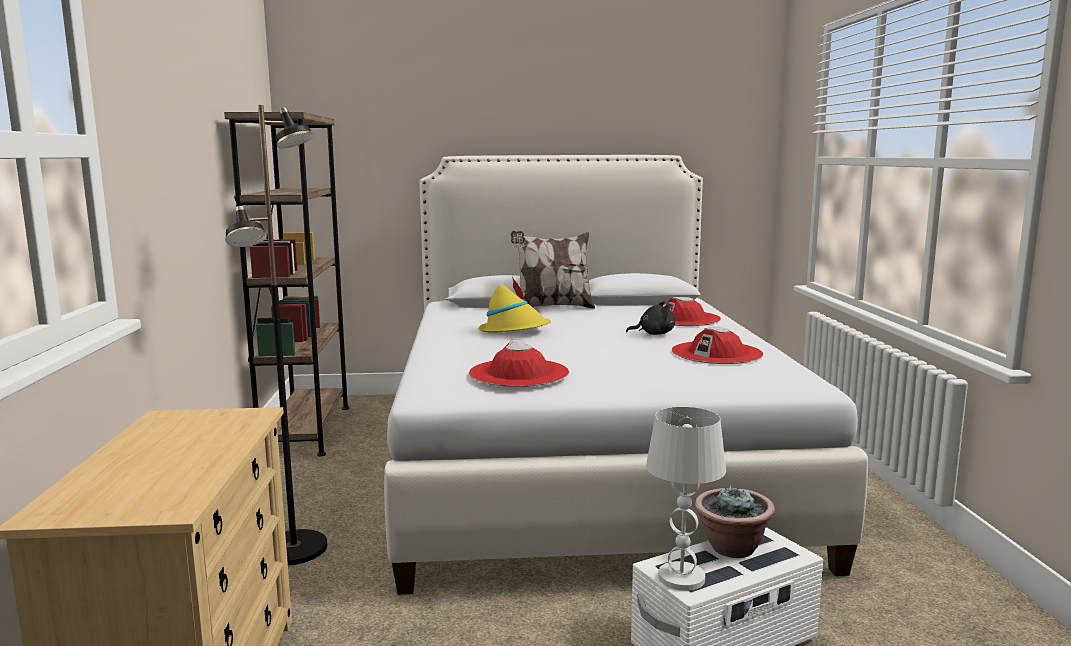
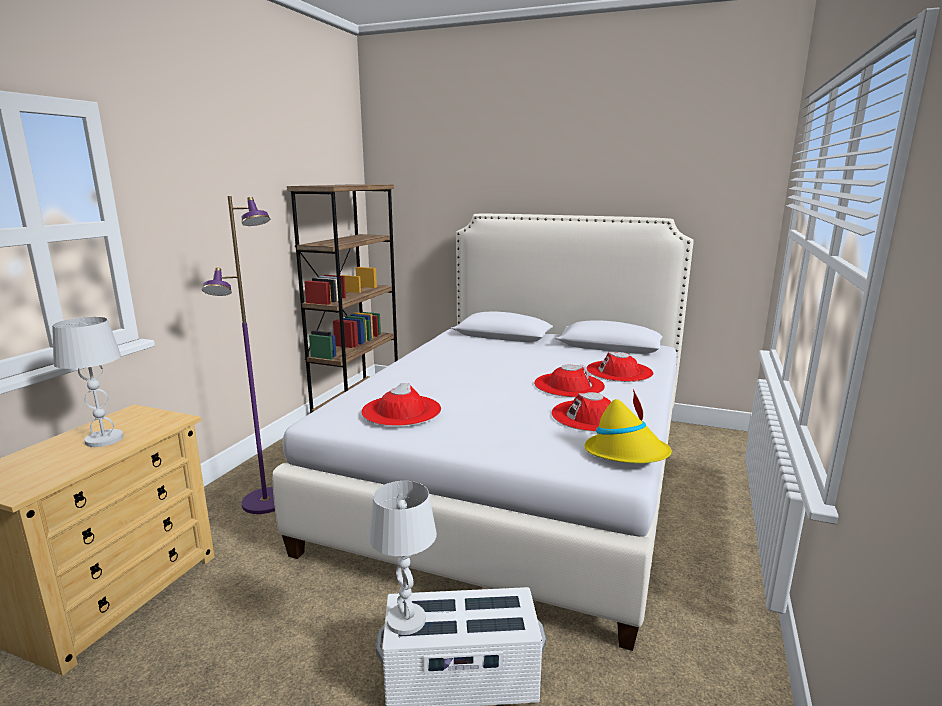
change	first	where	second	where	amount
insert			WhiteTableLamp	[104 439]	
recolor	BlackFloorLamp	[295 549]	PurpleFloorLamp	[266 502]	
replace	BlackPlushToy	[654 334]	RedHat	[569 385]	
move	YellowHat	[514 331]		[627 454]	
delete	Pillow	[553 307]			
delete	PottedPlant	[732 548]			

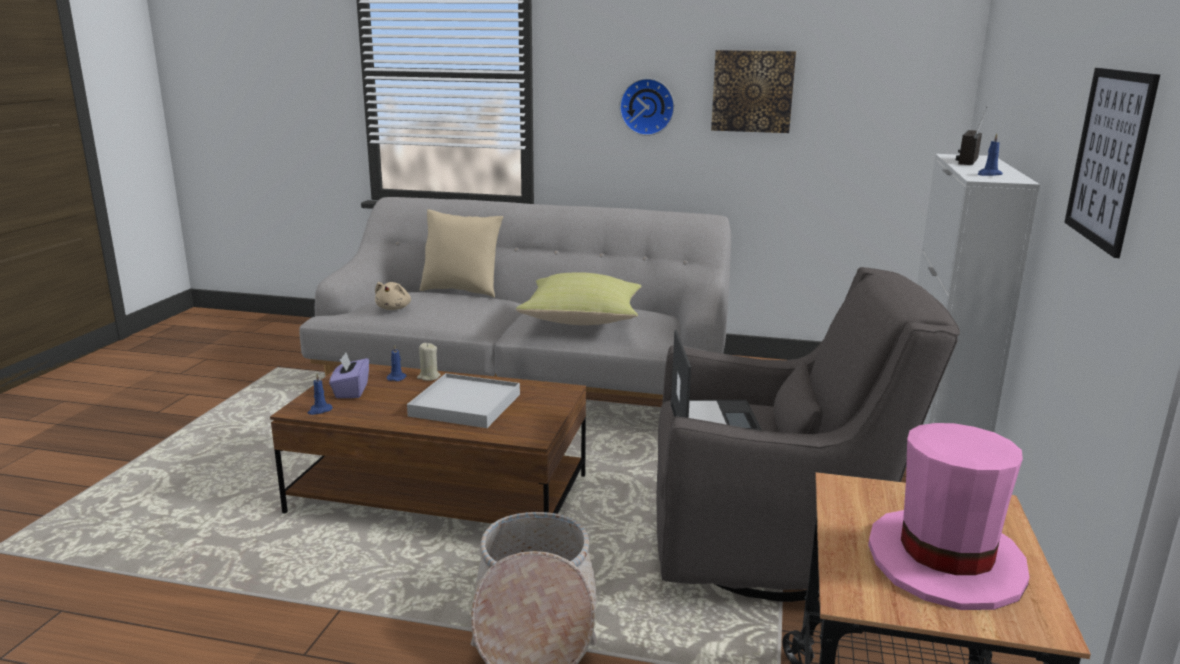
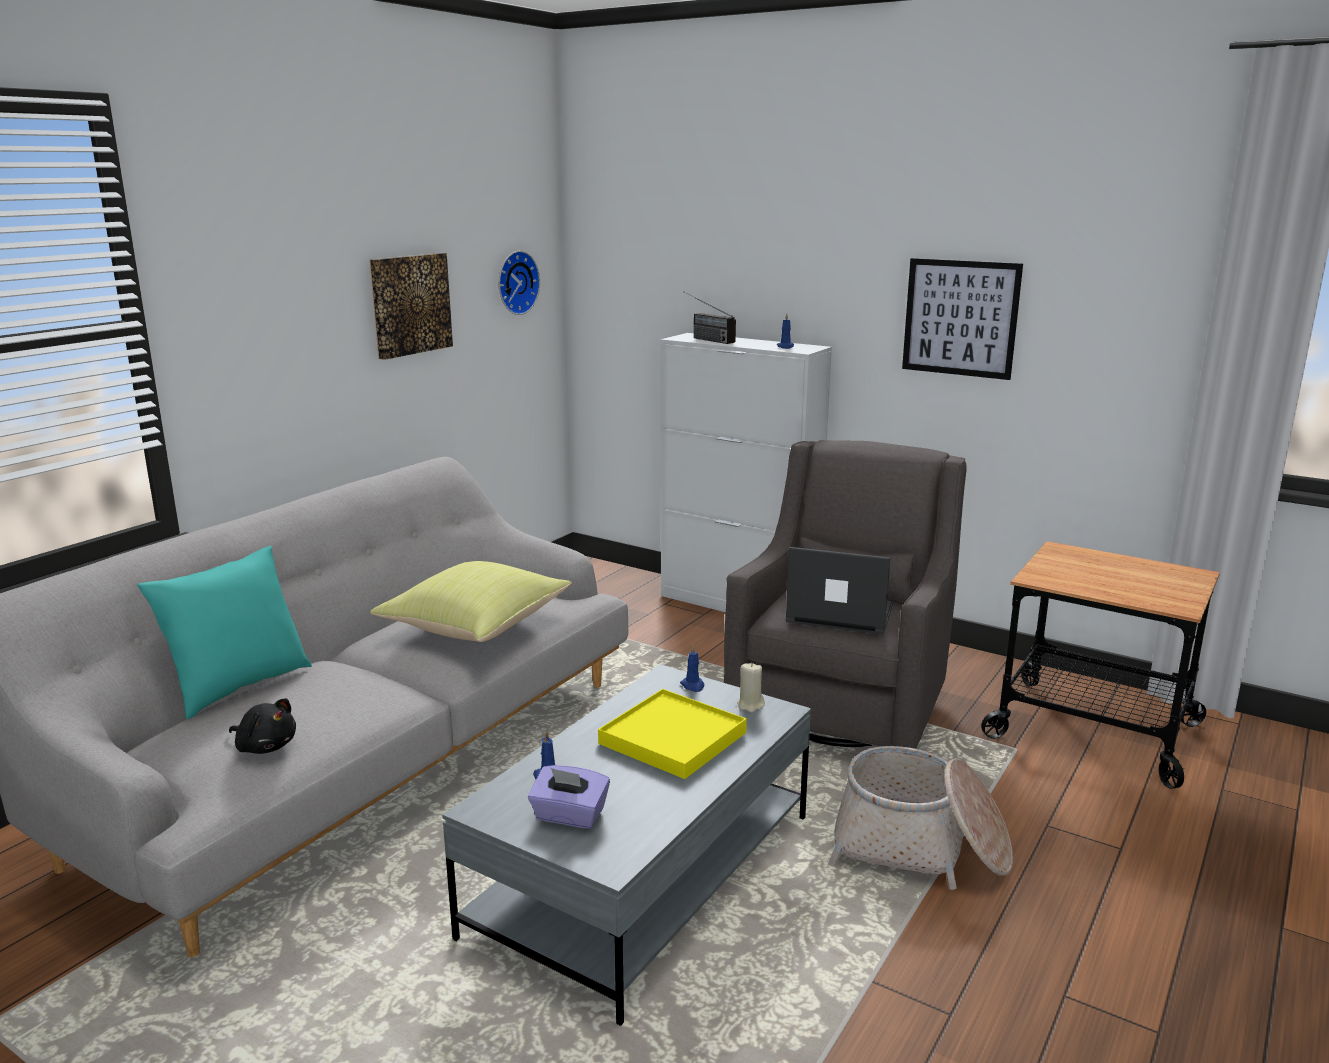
change	first	where	second	where	amount
recolor	BeigePillow	[461 291]	TurquoisePillow	[238 687]	
recolor	BeigePlushToy	[394 308]	BlackPlushToy	[265 746]	
recolor	BrownCoffeeTable	[441 494]	GreyCoffeeTable	[643 874]	
move	WallClock	[647 106]		[515 282]	
recolor	WhiteTray	[465 405]	YellowTray	[672 738]	
move	BlueCandle	[319 410]		[693 686]	
move	BeigeCandle	[428 377]		[750 705]	
delete	PinkHat	[945 561]			

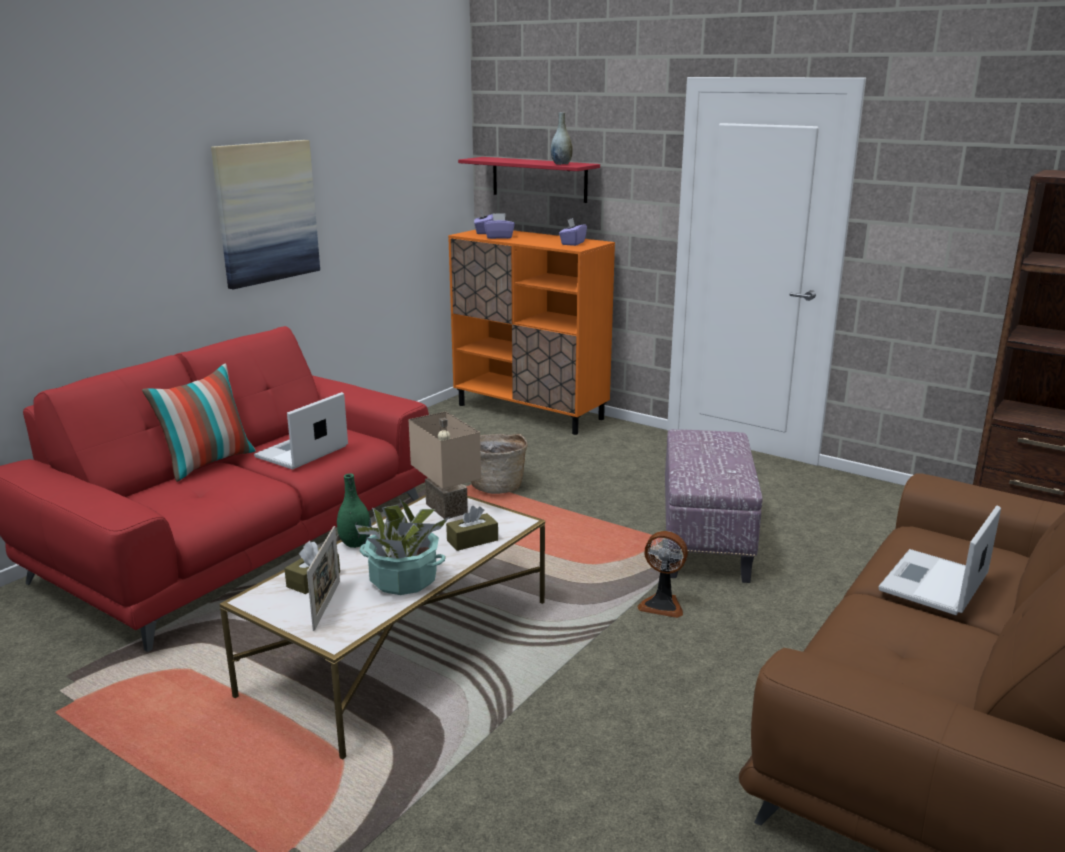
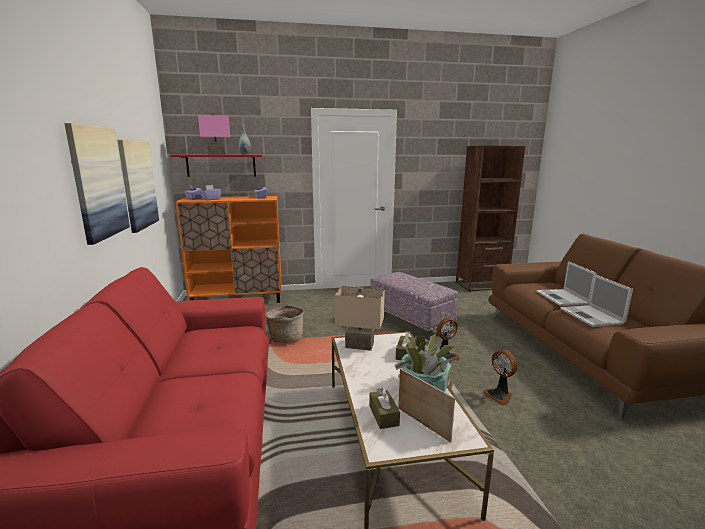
change	first	where	second	where	amount
insert			Picture	[137 184]	
insert			PinkTableLamp	[216 154]	
insert			Fan	[499 395]	
move	Laptop	[301 452]		[592 316]	
delete	Pillow	[208 463]			
delete	GreenVase	[355 543]			

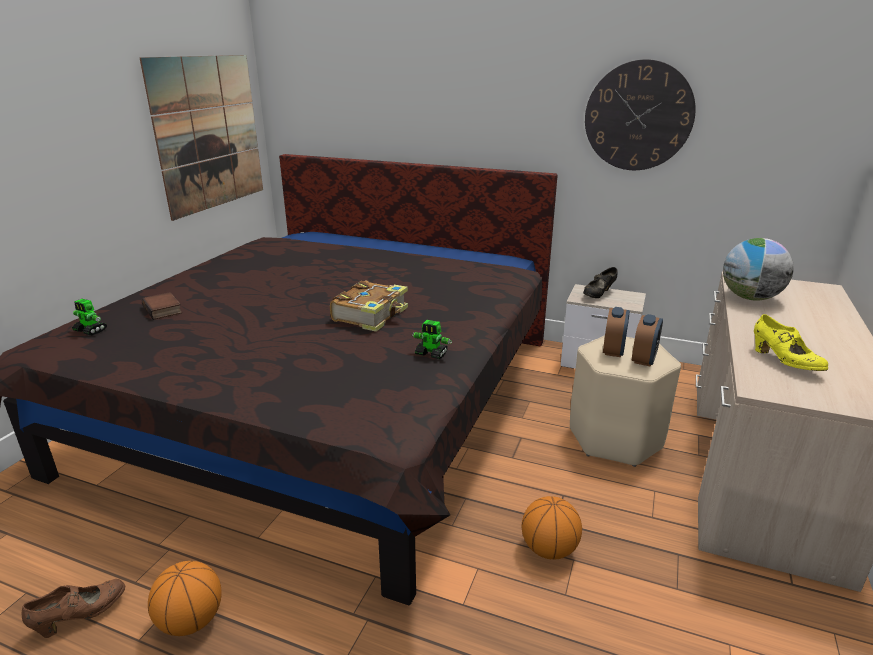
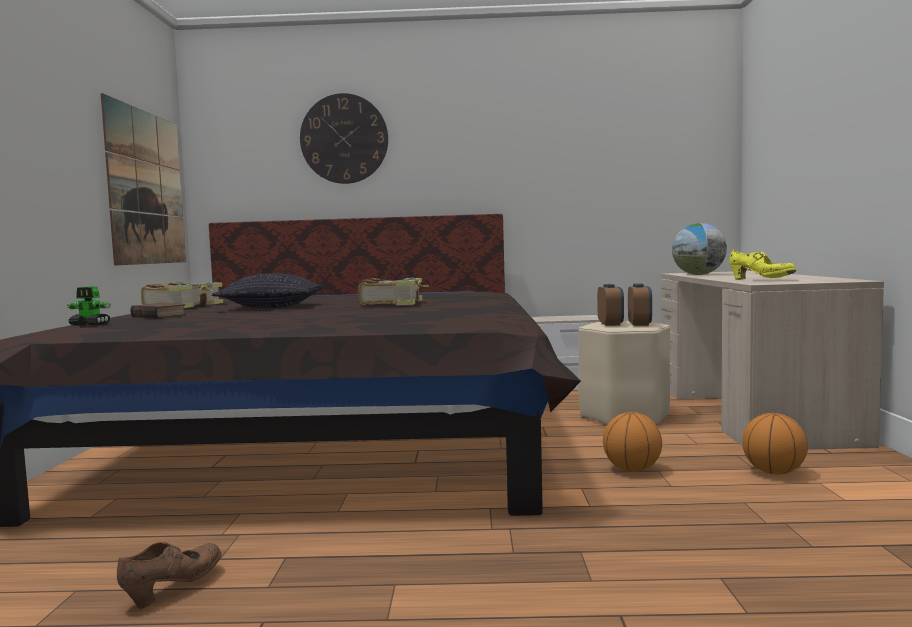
change	first	where	second	where	amount
insert			Book	[185 306]	
insert			Pillow	[273 307]	
move	WallClock	[638 116]		[344 139]	
move	Basketball	[191 621]		[774 472]	
delete	ToyRobot	[431 354]			
delete	BlackShoe	[598 295]			

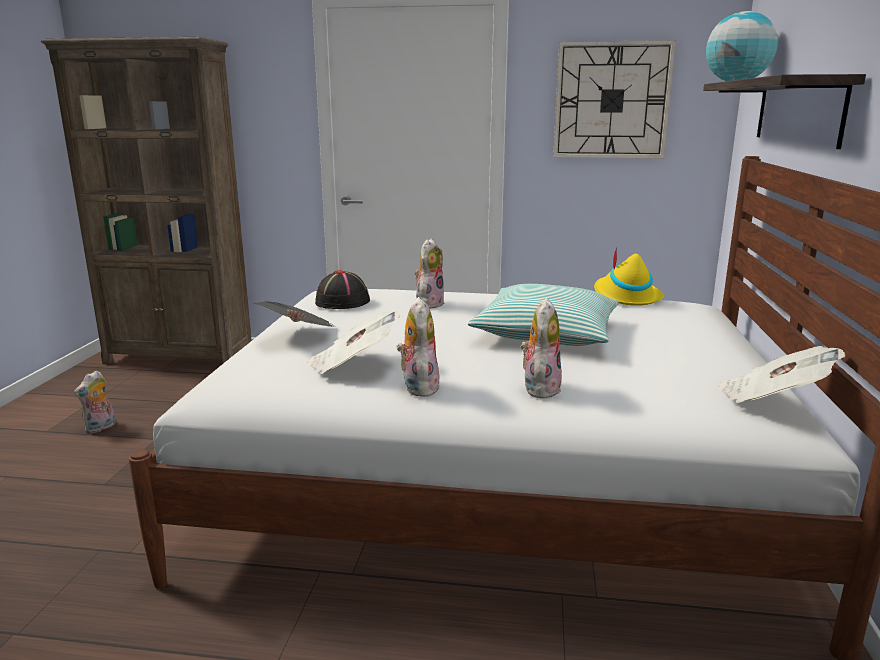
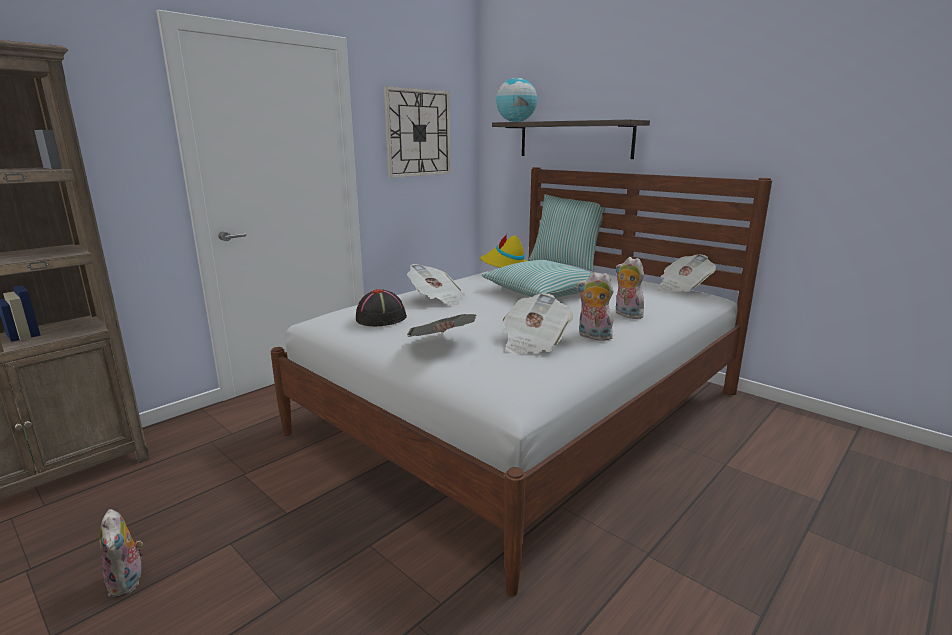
change	first	where	second	where	amount
replace	PlushToy	[429 304]	Newspaper	[437 300]	
insert			Pillow	[565 263]	

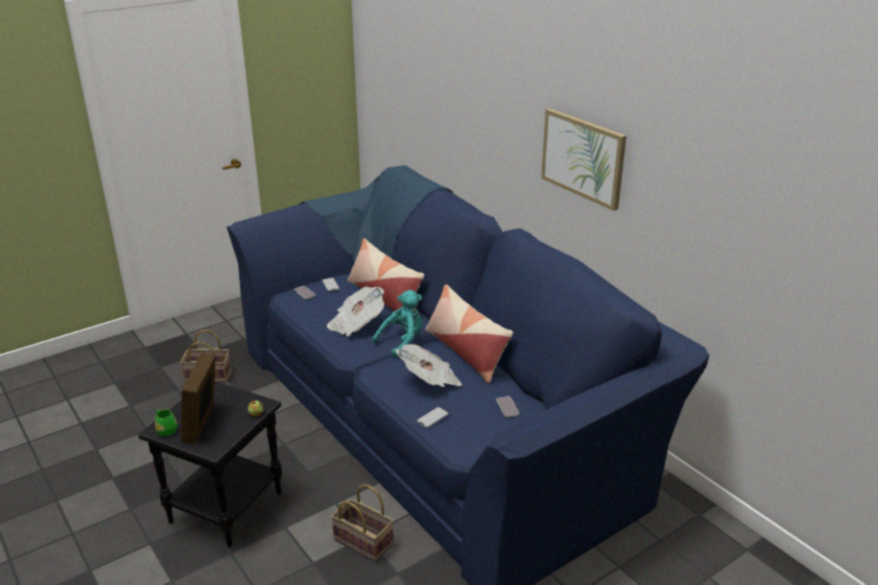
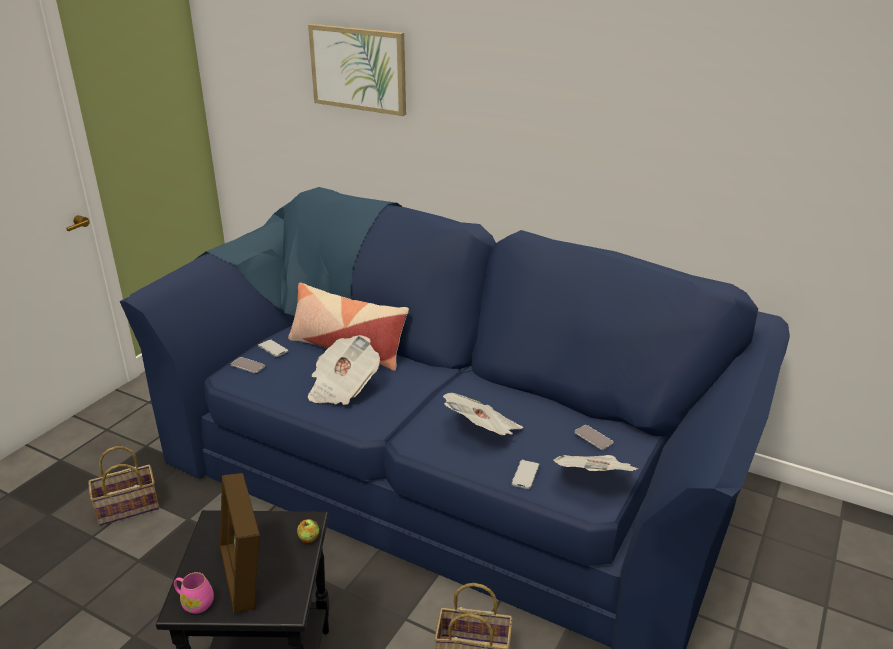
change	first	where	second	where	amount
recolor	GreenMug	[165 429]	PinkMug	[194 603]	
move	Picture	[583 157]		[358 69]	
insert			Newspaper	[594 480]	
delete	TurquoisePlushToy	[402 342]			
delete	Pillow	[466 352]			

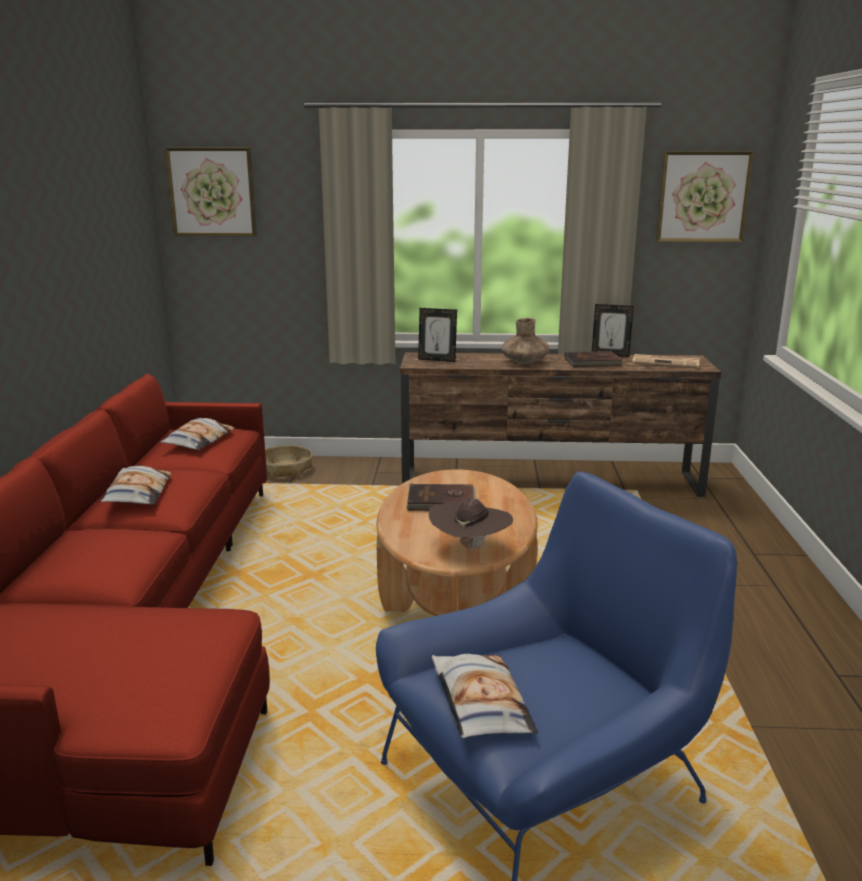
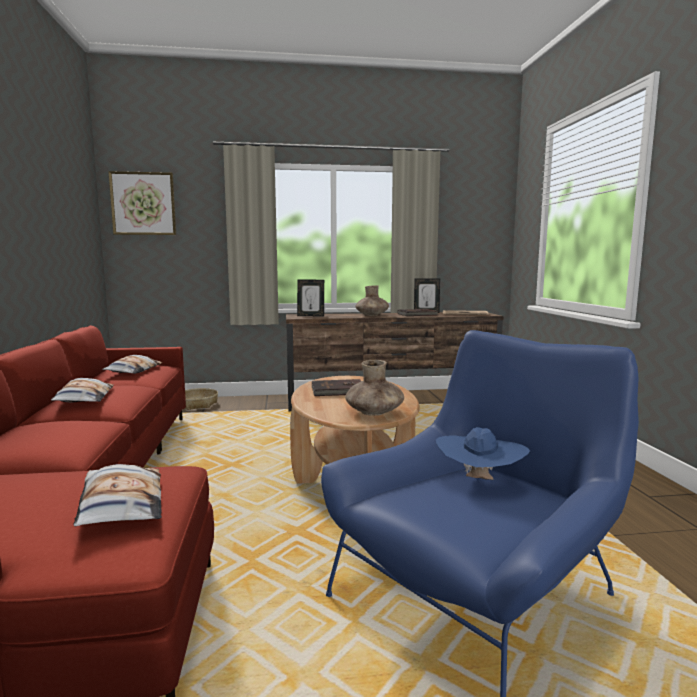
change	first	where	second	where	amount
move	Pillow	[480 703]		[121 504]	
replace	BrownHat	[470 548]	BrownVase	[374 412]	
insert			BlueHat	[479 481]	
delete	Picture	[703 197]			

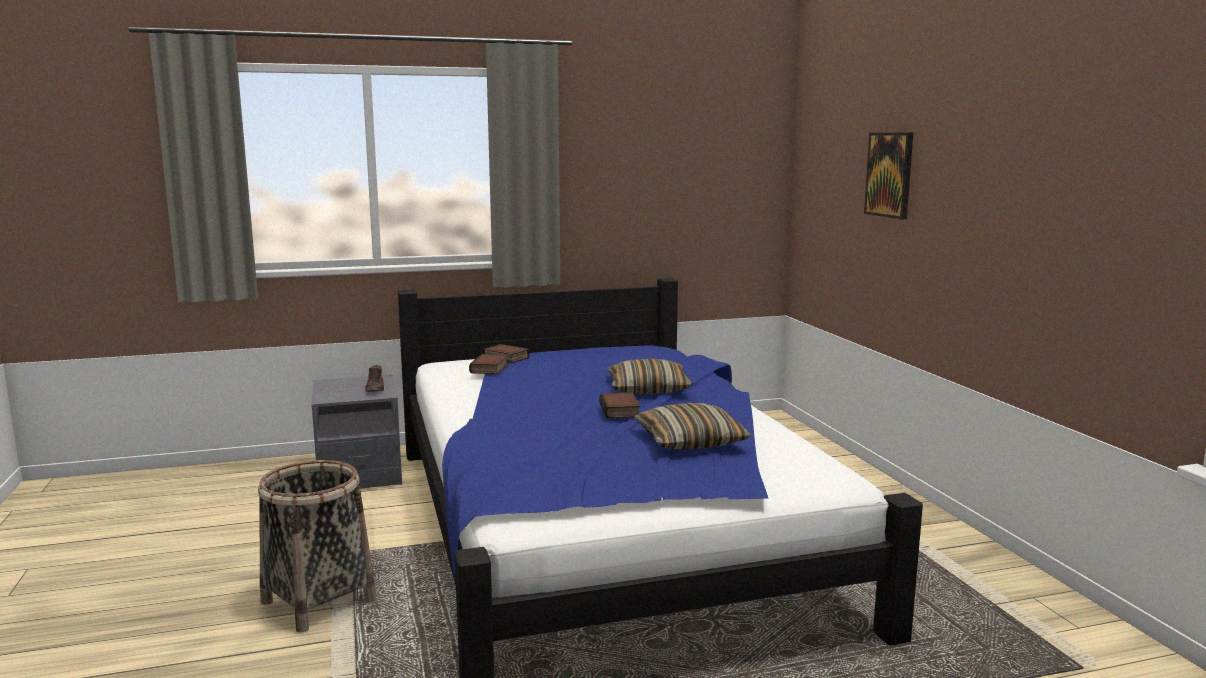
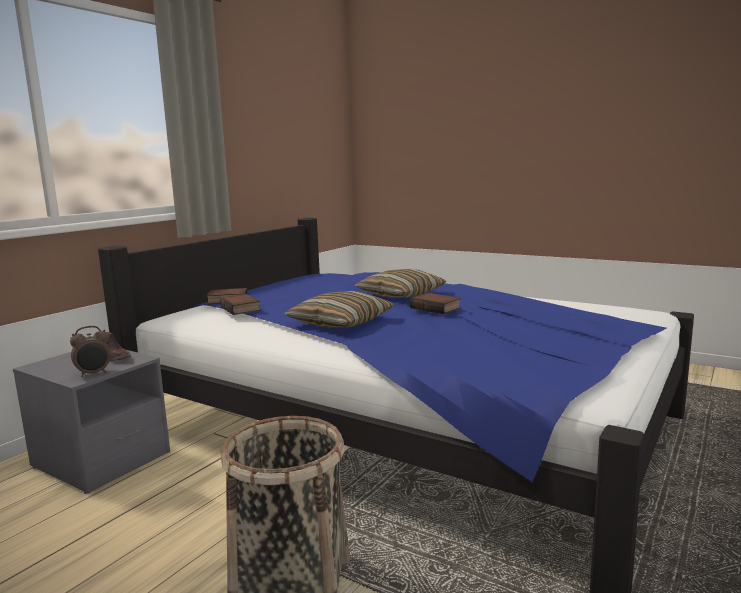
change	first	where	second	where	amount
insert			AlarmClock	[94 374]	
move	Pillow	[690 441]		[340 322]	
delete	Picture	[889 174]			

